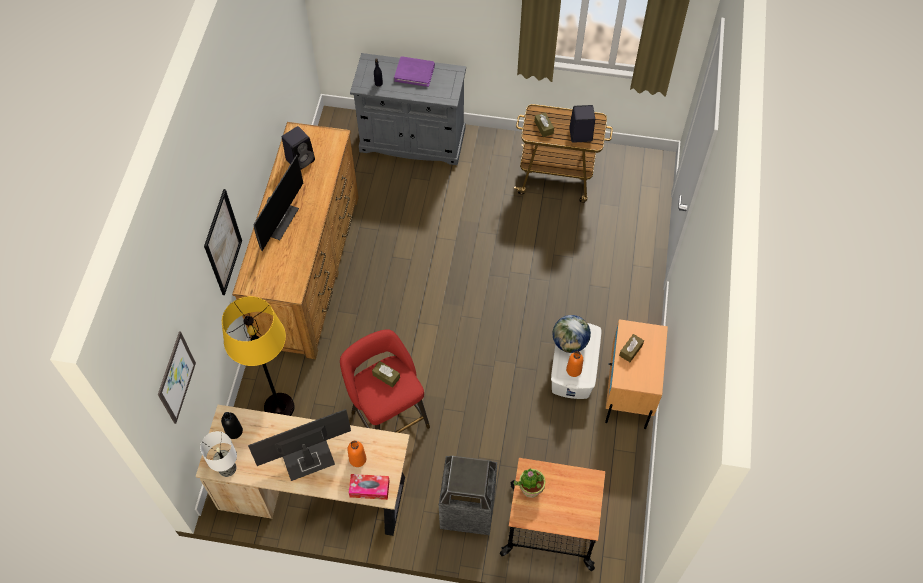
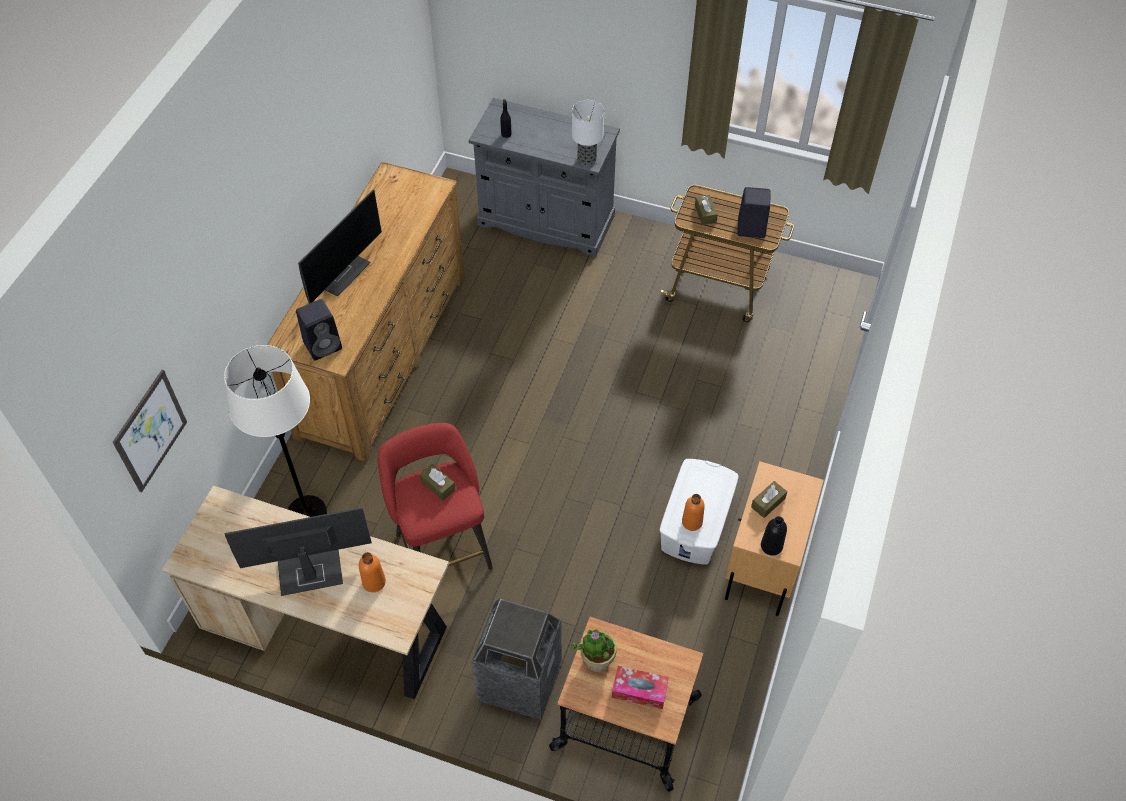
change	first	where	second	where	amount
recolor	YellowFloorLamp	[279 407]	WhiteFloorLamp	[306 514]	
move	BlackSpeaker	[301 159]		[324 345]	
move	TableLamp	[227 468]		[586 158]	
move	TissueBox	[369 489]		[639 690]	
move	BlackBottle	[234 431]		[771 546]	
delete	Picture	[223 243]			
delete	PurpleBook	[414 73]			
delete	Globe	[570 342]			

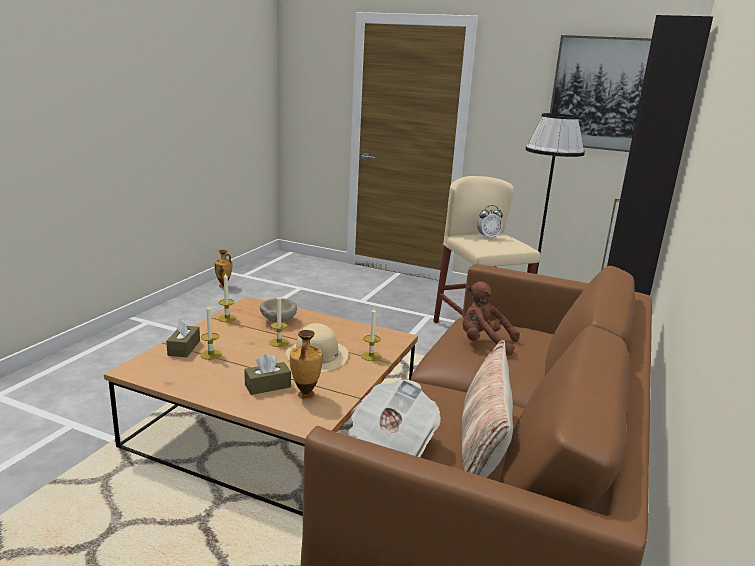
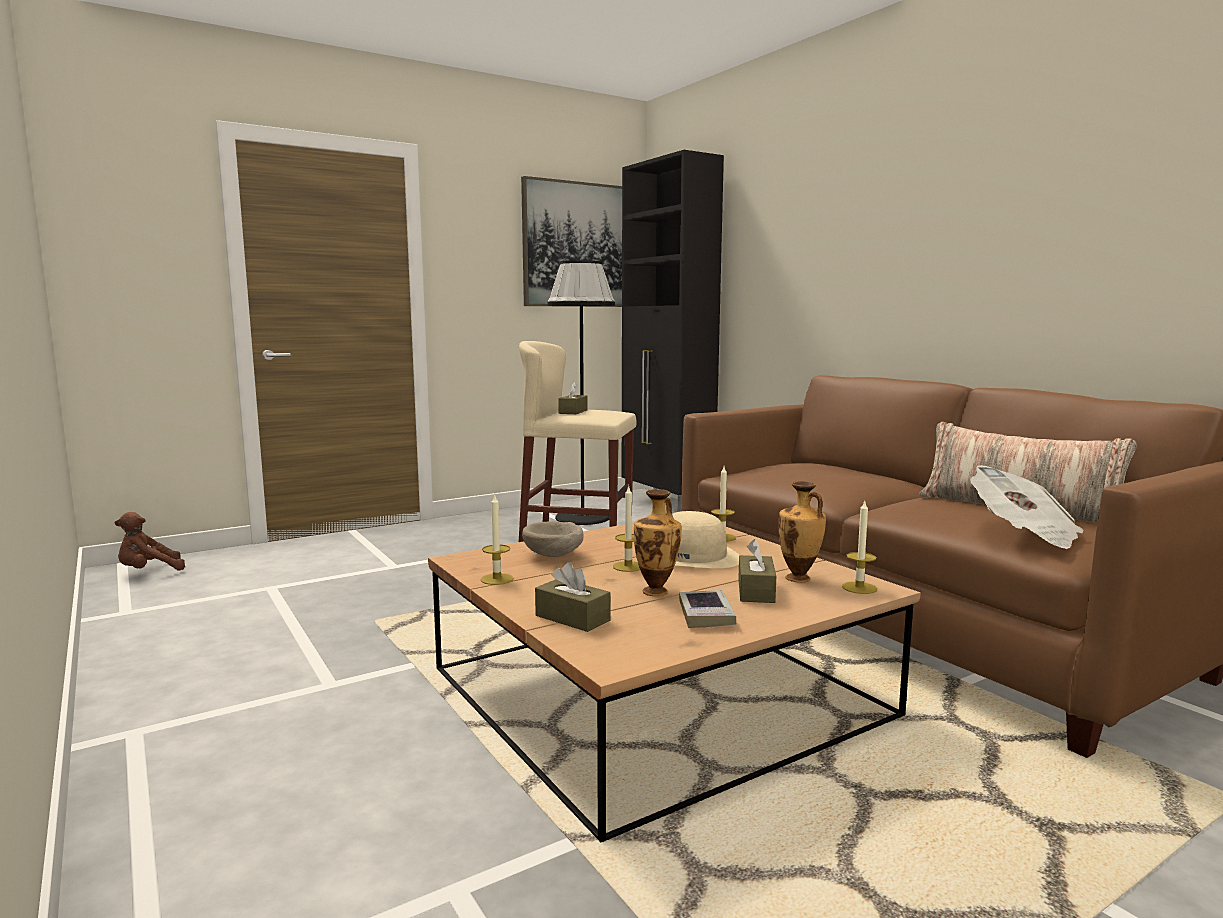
change	first	where	second	where	amount
move	BrownPlushToy	[484 344]		[149 572]	
replace	AlarmClock	[488 237]	BrownTissueBox	[573 412]	
move	Vase	[224 286]		[656 591]	
insert			Book	[706 614]	
move	Candle	[210 354]		[859 588]	

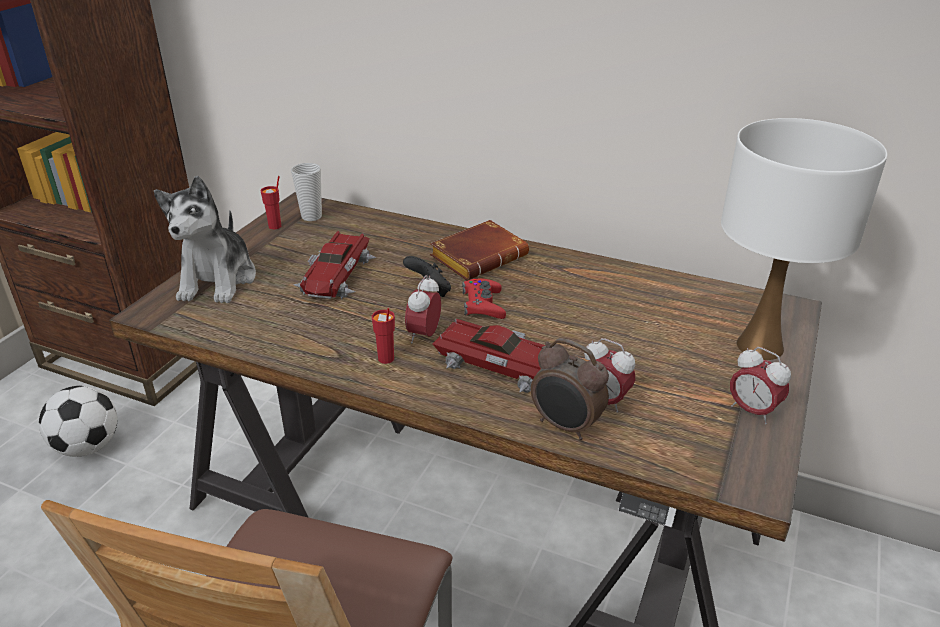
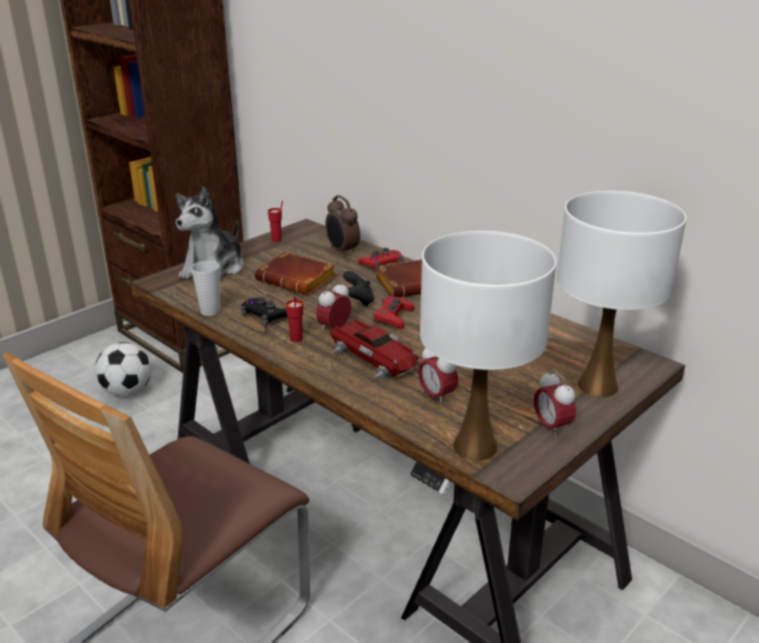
change	first	where	second	where	amount
move	Cup	[311 216]		[210 311]	
insert			BlackGameController	[265 315]	
replace	ToyCar	[337 276]	BrownBook	[299 280]	
move	AlarmClock	[565 426]		[342 251]	
insert			RedGameController	[381 264]	
insert			WhiteTableLamp	[475 446]	

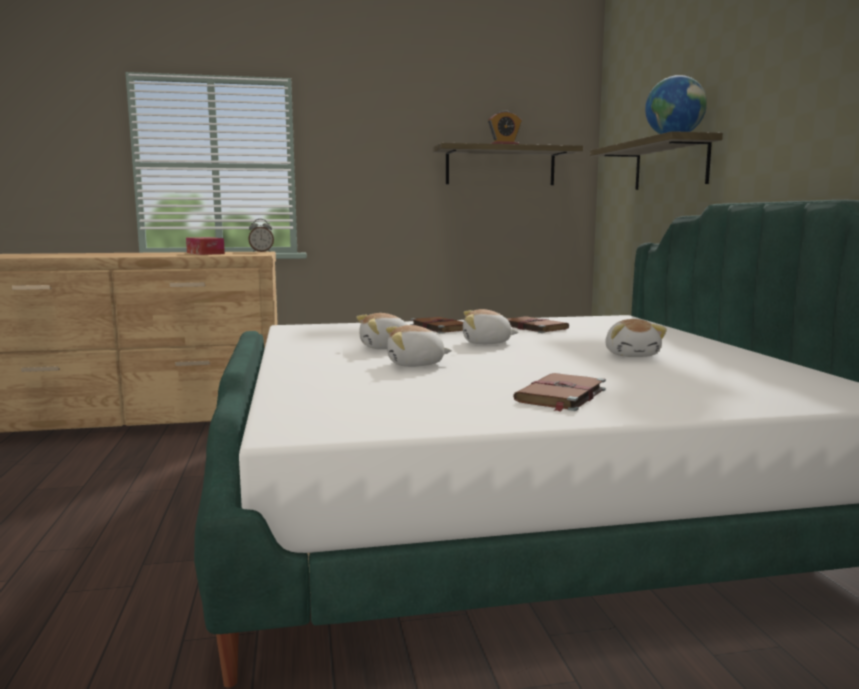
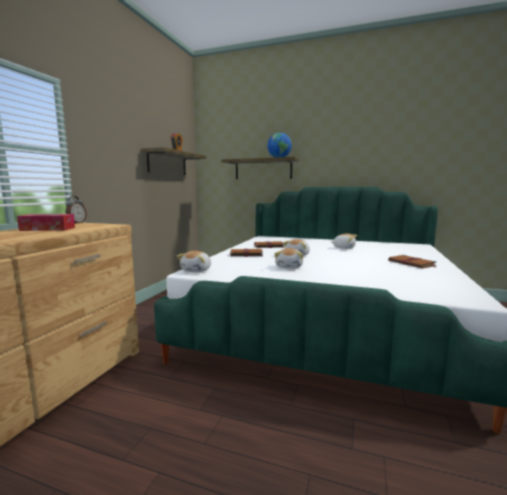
change	first	where	second	where	amount
move	PlushToy	[415 364]		[197 270]	

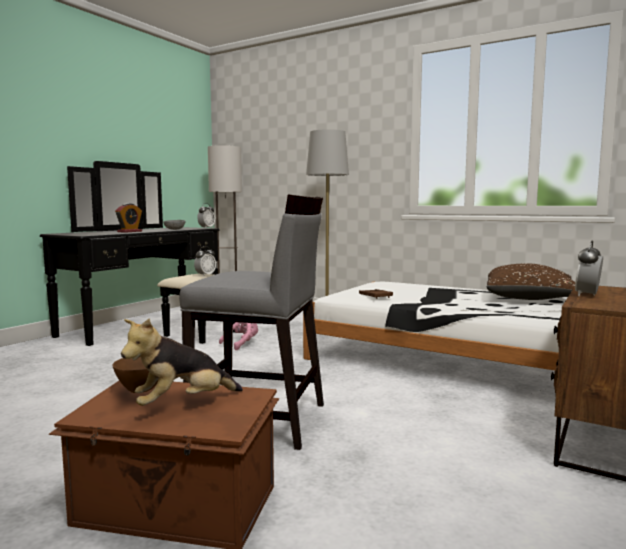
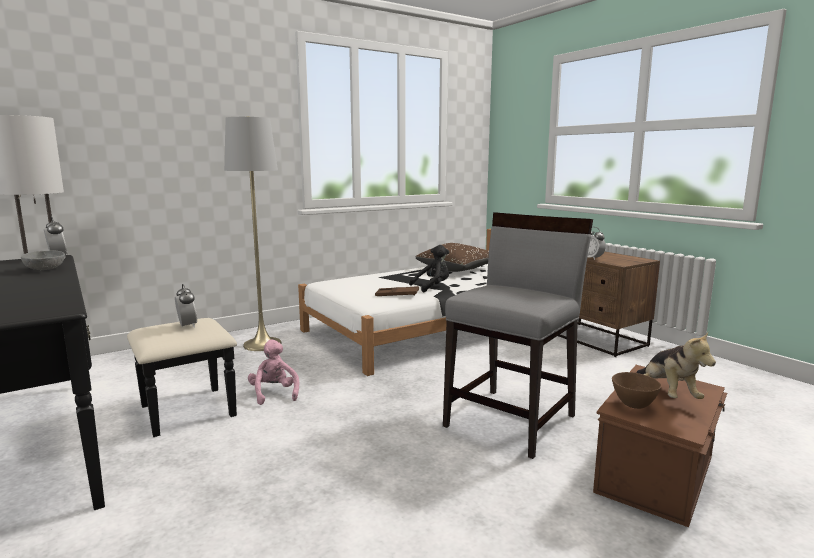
change	first	where	second	where	amount
insert			BlackPlushToy	[432 287]	
delete	AlarmClock	[129 231]			

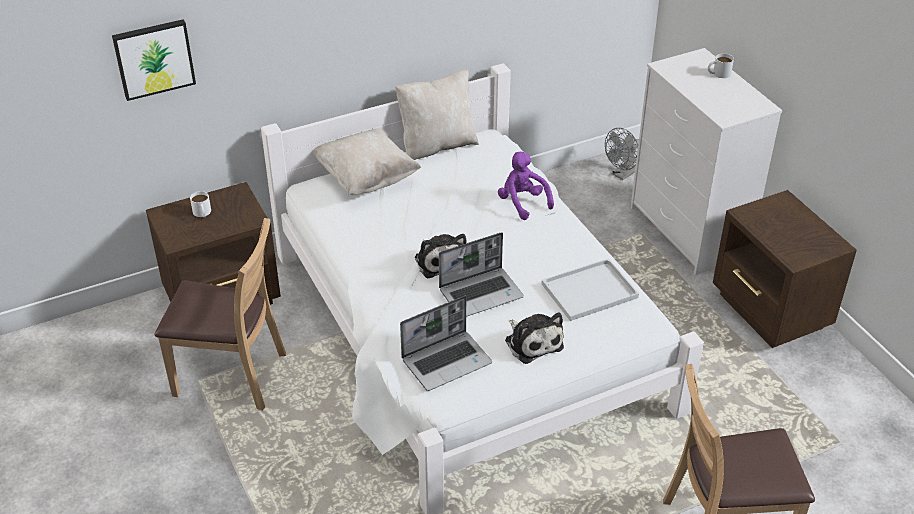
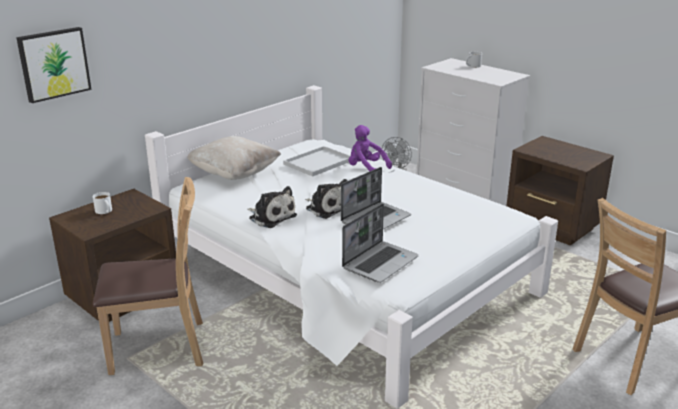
change	first	where	second	where	amount
move	PlushToy	[532 342]		[271 217]	
move	WhiteTray	[590 290]		[318 162]	
delete	BeigePillow	[437 145]			

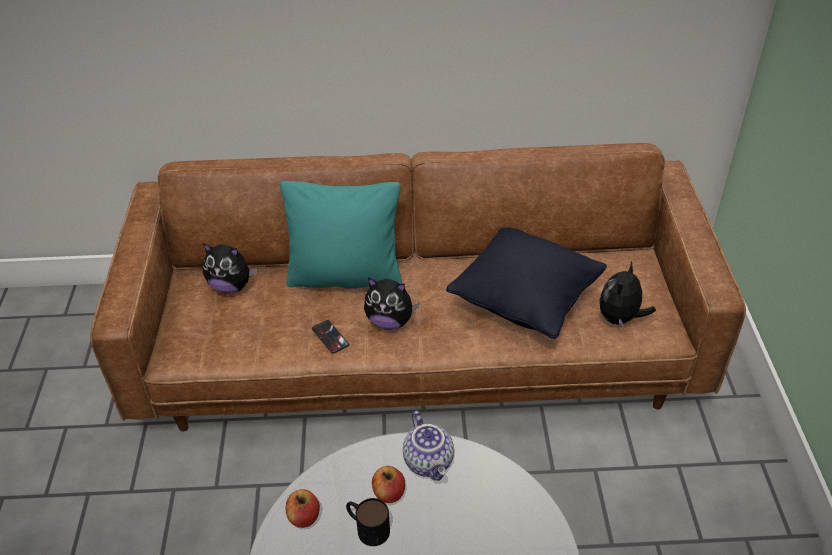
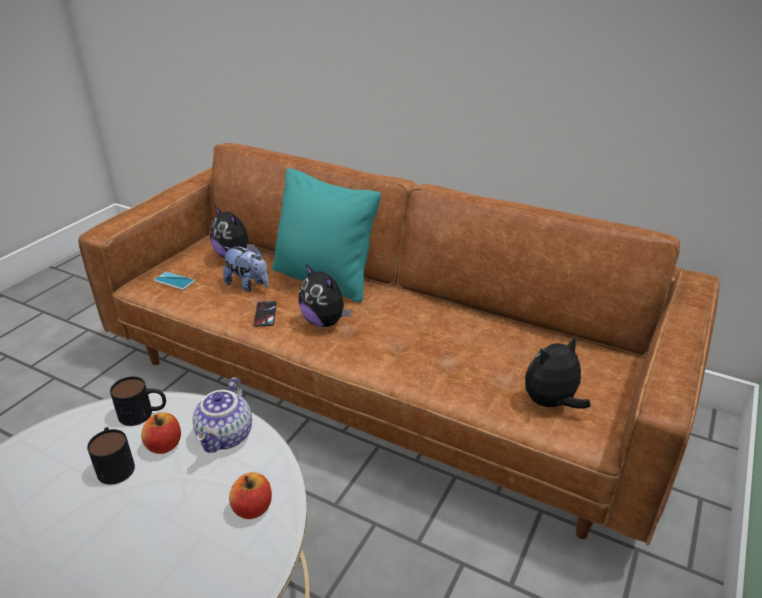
change	first	where	second	where	amount
insert			Mug	[143 413]	
insert			Phone	[174 281]	
insert			PlushToy	[248 285]	
move	Apple	[304 517]		[253 508]	
delete	BlackPillow	[525 302]			

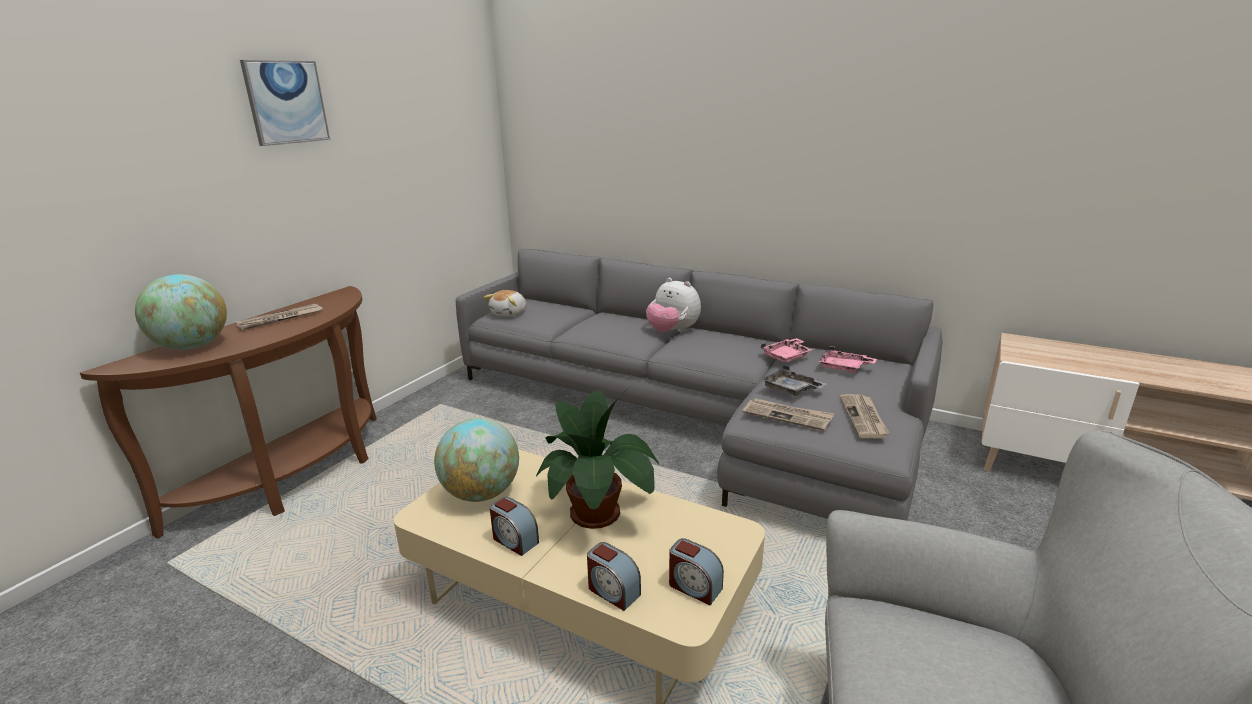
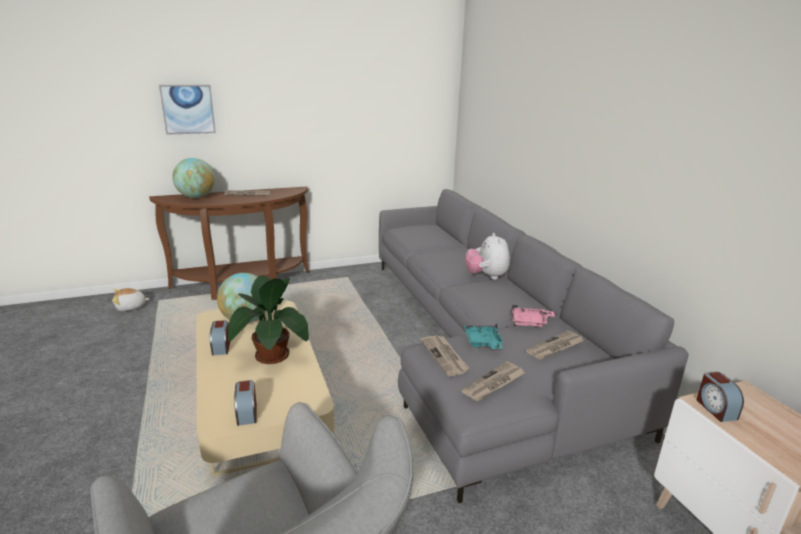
change	first	where	second	where	amount
move	PlushToy	[509 313]		[130 307]	
move	Picture	[286 102]		[188 109]	
recolor	GreyTray	[791 389]	TurquoiseTray	[483 342]	
replace	PinkTray	[844 367]	Newspaper	[555 347]	
move	AlarmClock	[613 591]		[715 408]	

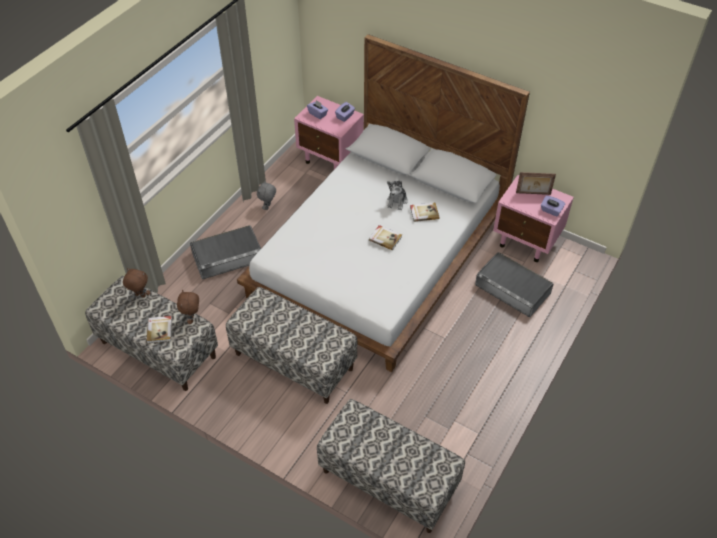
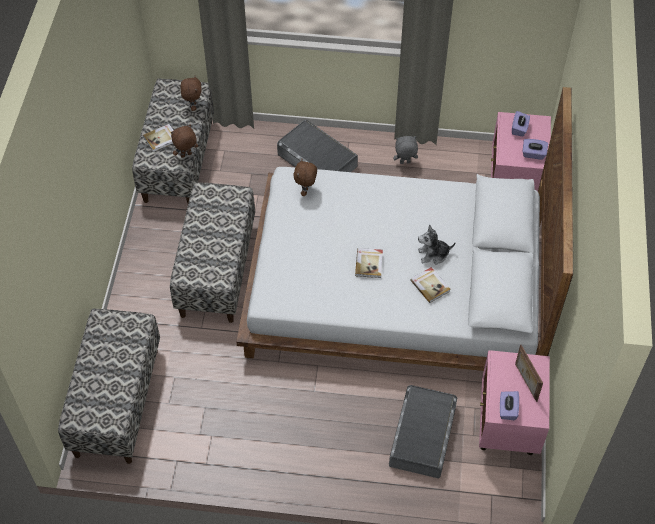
change	first	where	second	where	amount
insert			BrownPlushToy	[306 191]	

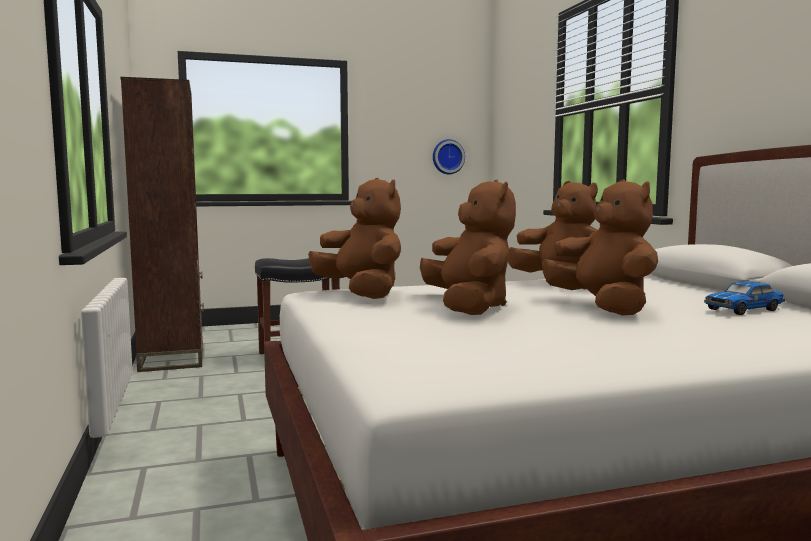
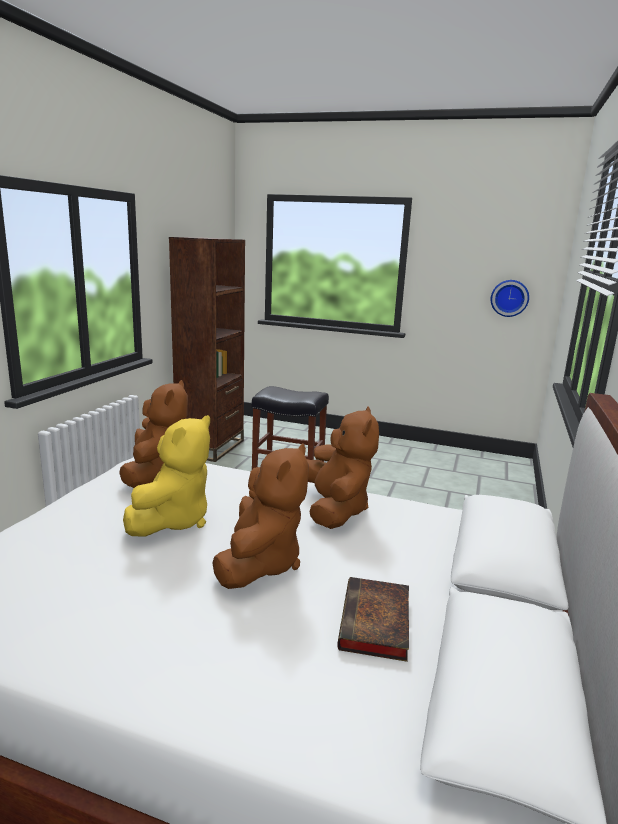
change	first	where	second	where	amount
recolor	BrownPlushToy	[468 307]	YellowPlushToy	[173 520]	
replace	ToyCar	[744 310]	Book	[376 624]	

